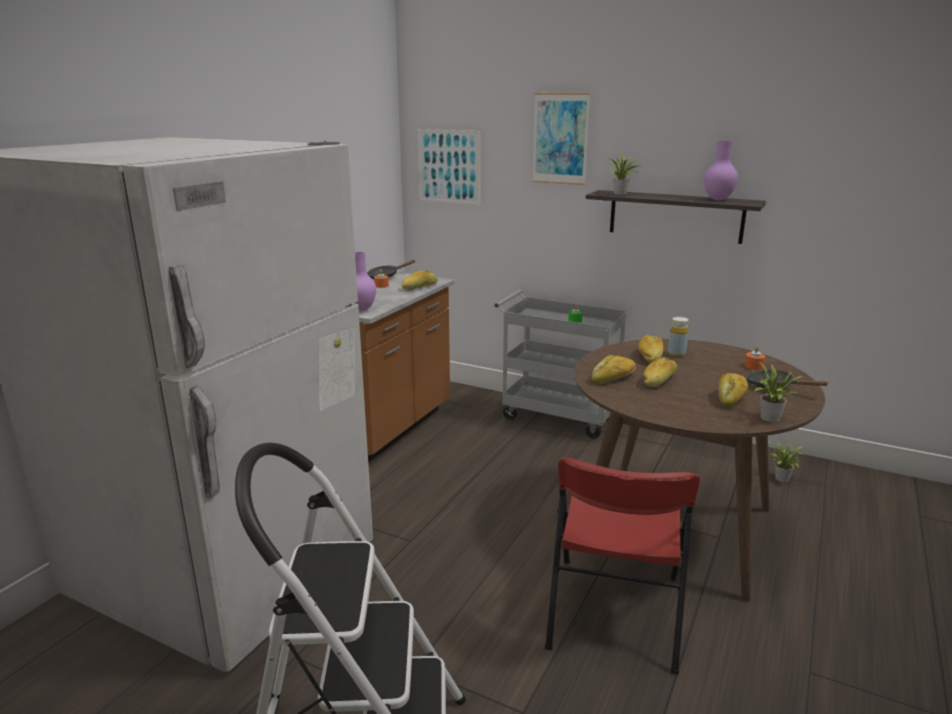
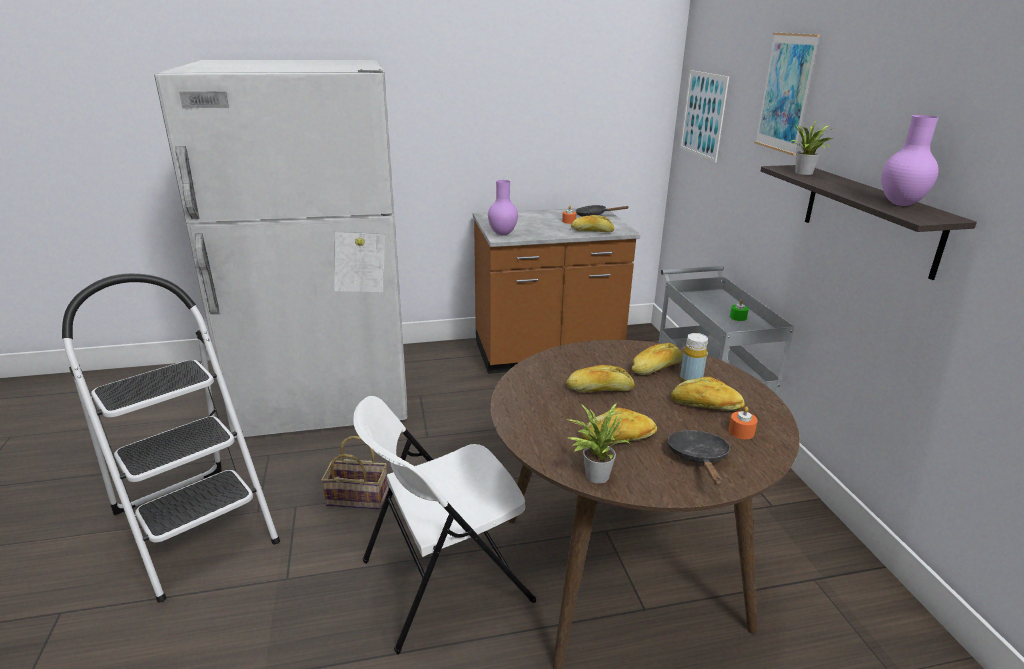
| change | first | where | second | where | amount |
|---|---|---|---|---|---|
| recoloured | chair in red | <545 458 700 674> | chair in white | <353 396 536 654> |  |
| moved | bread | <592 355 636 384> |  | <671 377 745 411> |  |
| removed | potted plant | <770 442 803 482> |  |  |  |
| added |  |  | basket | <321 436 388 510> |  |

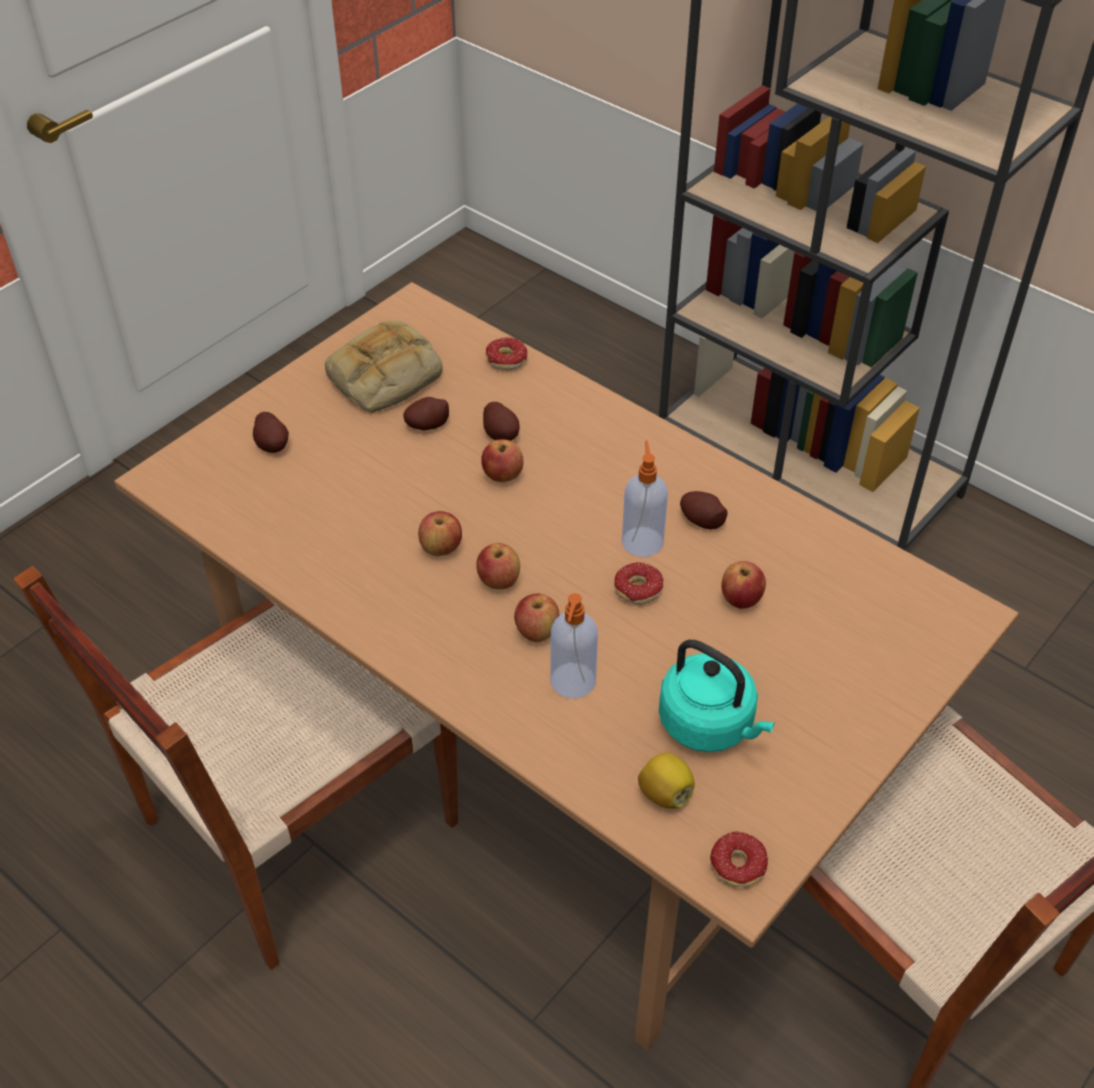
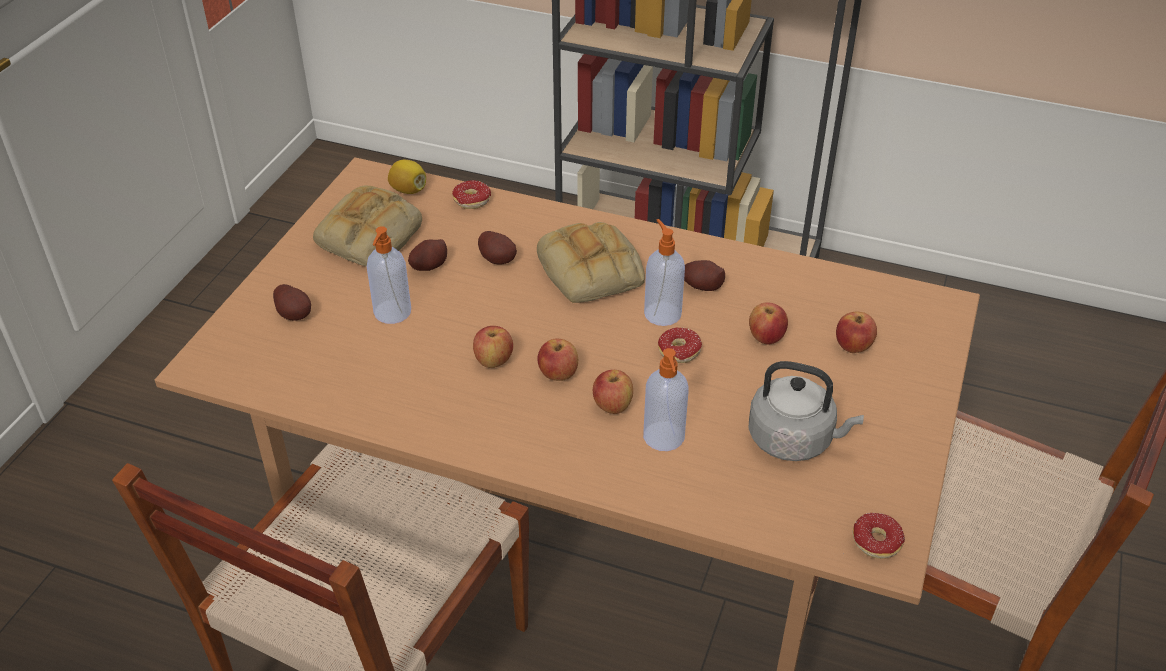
| change | first | where | second | where | amount |
|---|---|---|---|---|---|
| moved | apple | <481 439 524 482> |  | <836 311 877 353> |  |
| moved | lemon | <638 753 695 809> |  | <388 160 426 194> |  |
| recoloured | kettle in turquoise | <659 639 775 752> | kettle in grey | <748 361 864 461> |  |
| added |  |  | soap dispenser | <367 226 411 324> |  |
| added |  |  | bread | <537 222 645 304> |  |

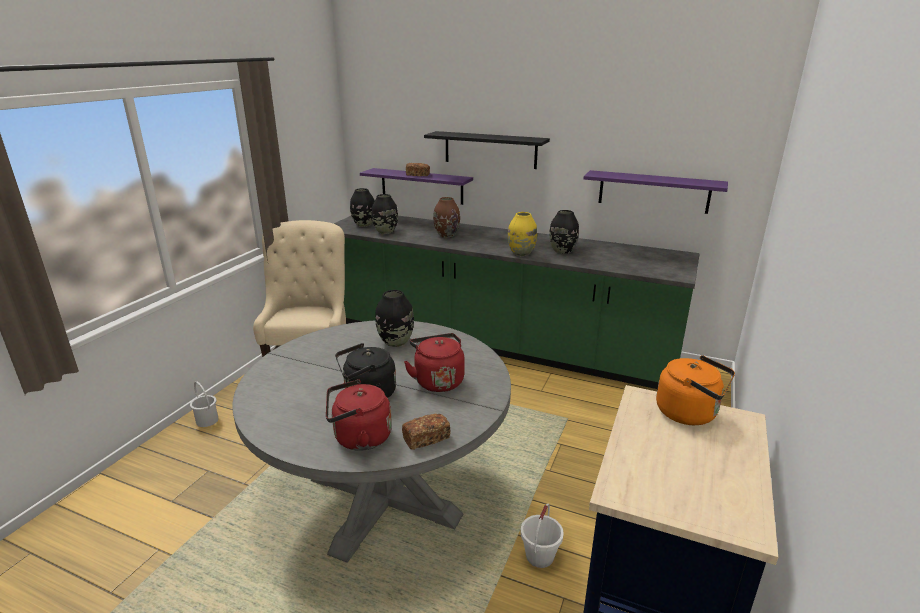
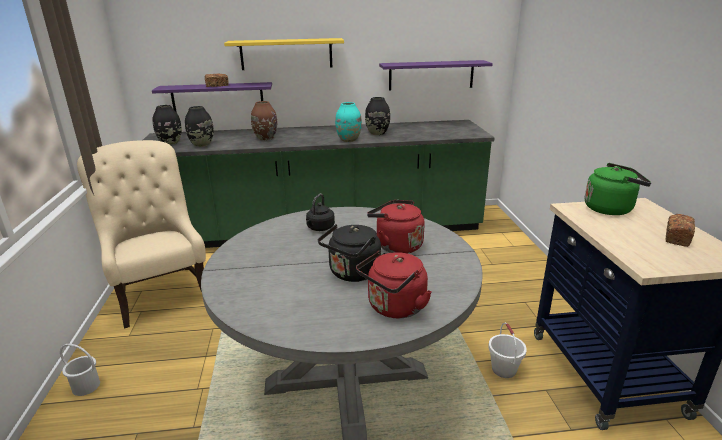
| change | first | where | second | where | amount |
|---|---|---|---|---|---|
| replaced | vase in black | <375 290 414 347> | kettle in black | <306 194 335 231> |  |
| moved | bread | <402 414 451 450> |  | <666 214 695 247> |  |
| recoloured | shelf in black | <424 131 550 169> | shelf in yellow | <224 38 344 70> |  |
| recoloured | vase in yellow | <508 212 537 256> | vase in turquoise | <335 102 362 142> |  |
| recoloured | kettle in orange | <656 355 735 425> | kettle in green | <585 163 651 215> |  |

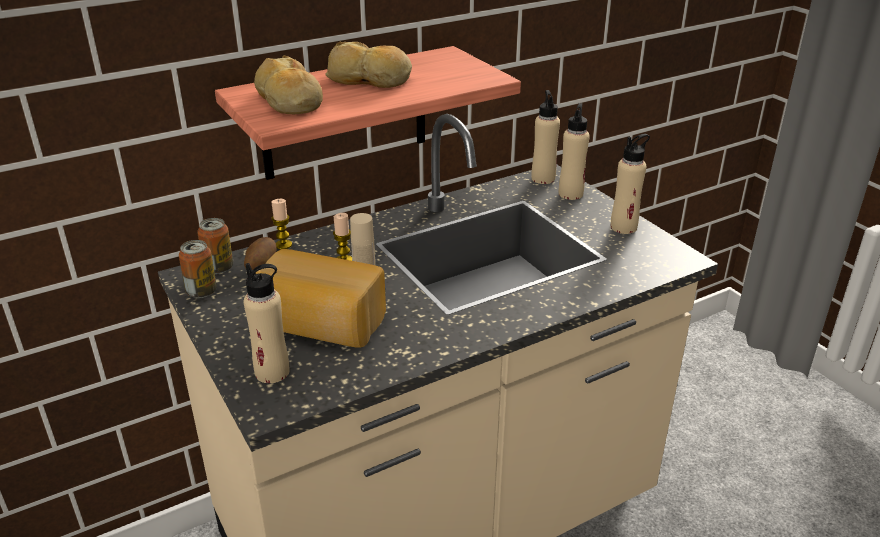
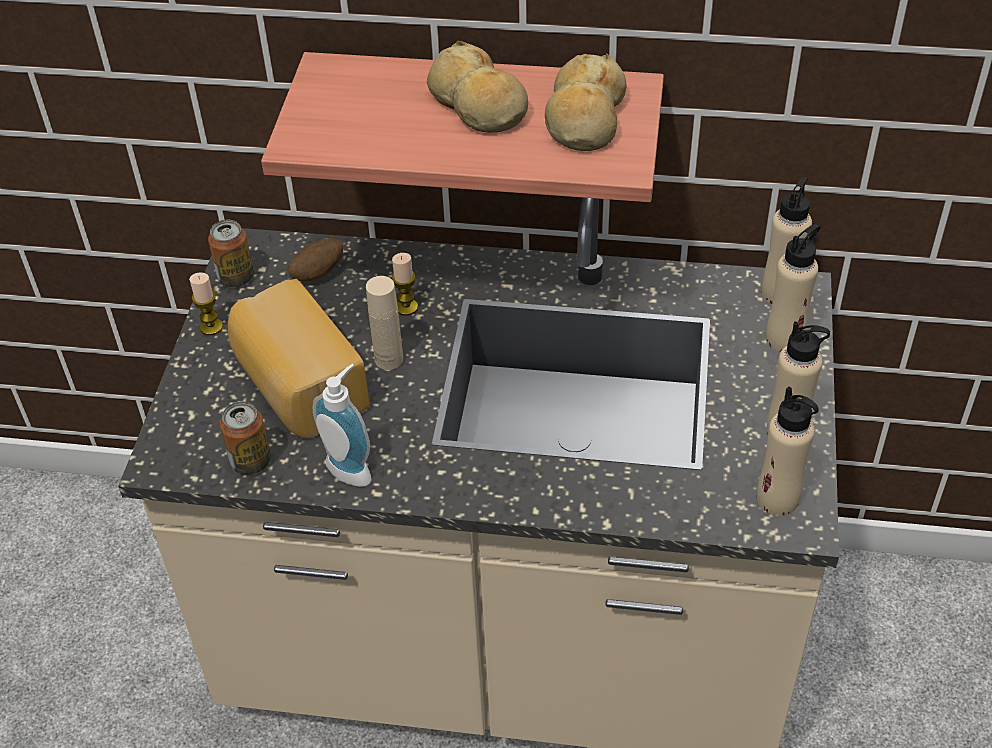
| change | first | where | second | where | amount |
|---|---|---|---|---|---|
| moved | can | <197 218 233 274> |  | <220 402 271 475> |  |
| moved | bottle in beige | <244 263 289 383> |  | <757 387 819 515> |  |
| moved | bread | <254 55 323 114> |  | <545 53 627 151> |  |
| moved | candle | <271 199 292 249> |  | <189 273 223 335> |  |
| added |  |  | soap dispenser | <313 364 371 487> |  |

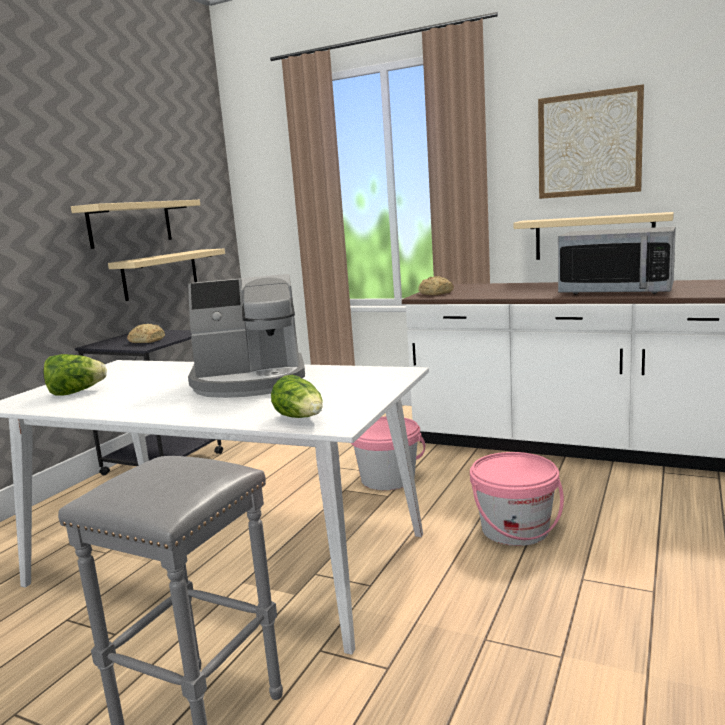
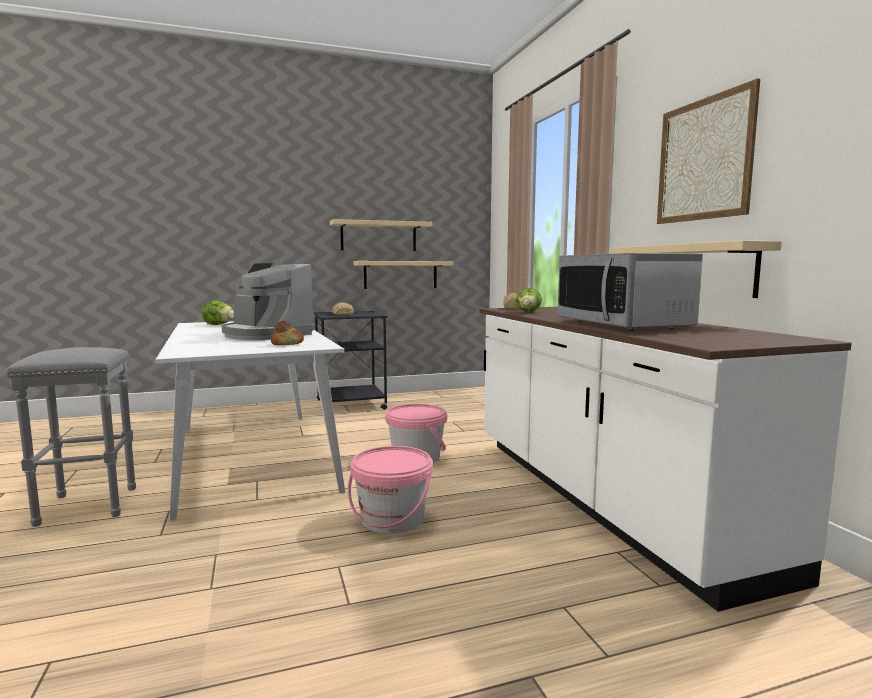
| change | first | where | second | where | amount |
|---|---|---|---|---|---|
| moved | lettuce | <271 375 323 418> |  | <516 288 542 312> |  |
| added |  |  | bread | <271 321 304 345> |  |

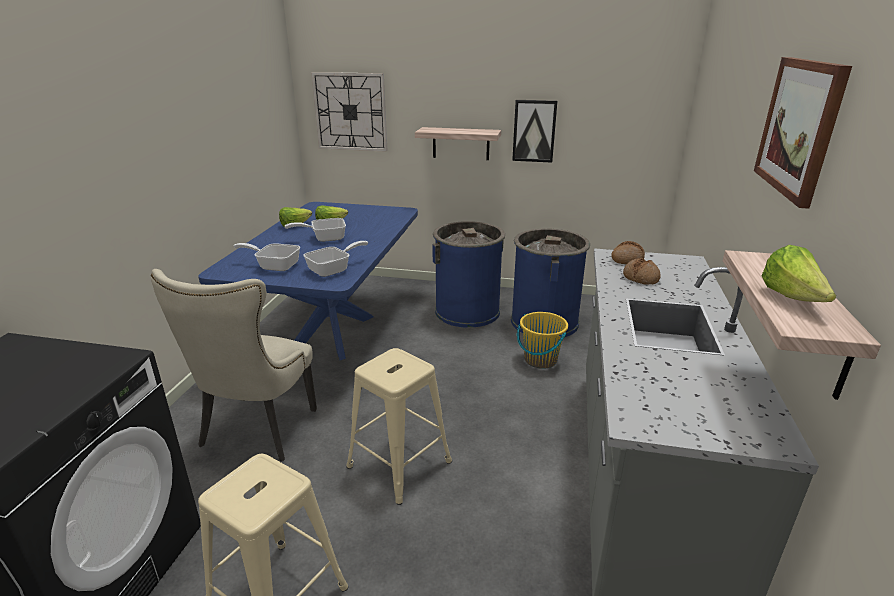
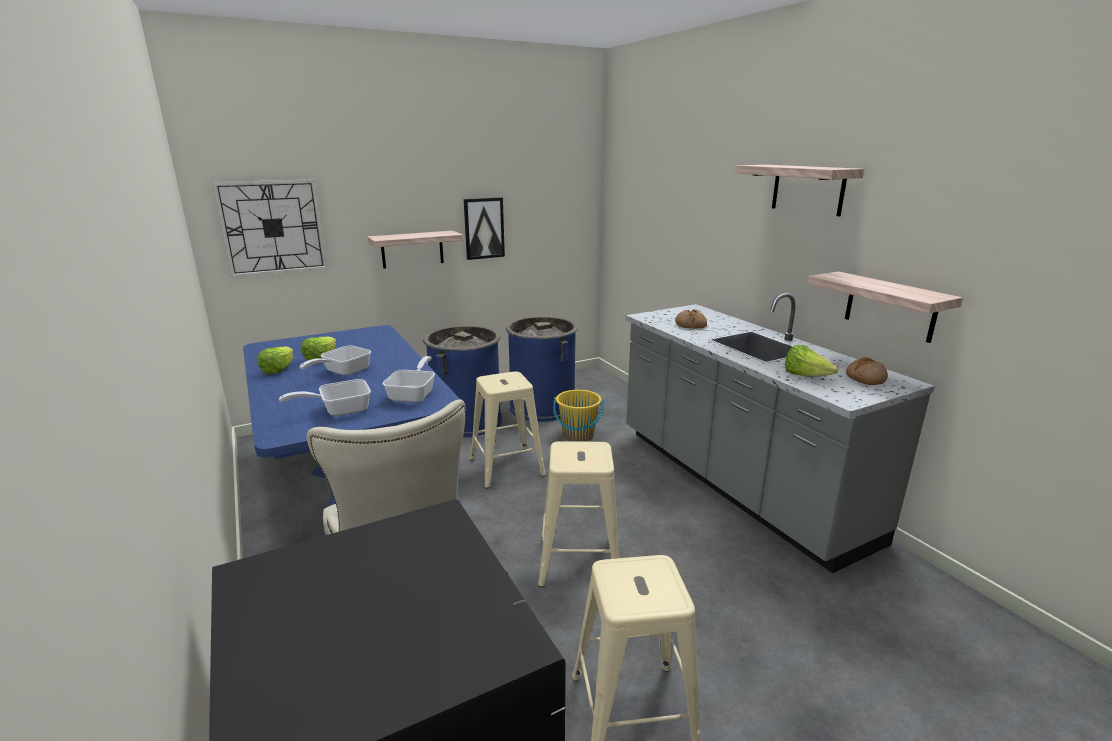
| change | first | where | second | where | amount |
|---|---|---|---|---|---|
| moved | bread | <611 241 645 265> |  | <846 357 888 385> |  |
| replaced | picture | <754 57 852 209> | shelf | <736 165 864 216> |  |
| moved | lettuce | <761 245 836 302> |  | <785 345 839 377> |  |
| added |  |  | stool in beige | <470 371 546 488> |  |

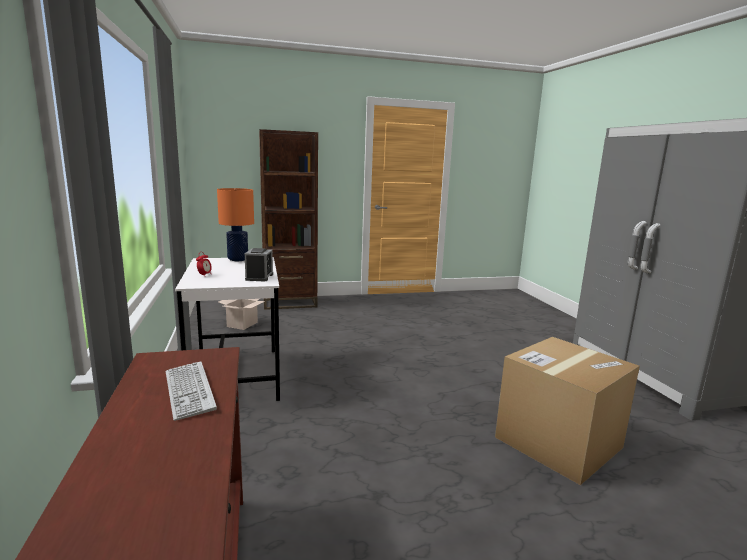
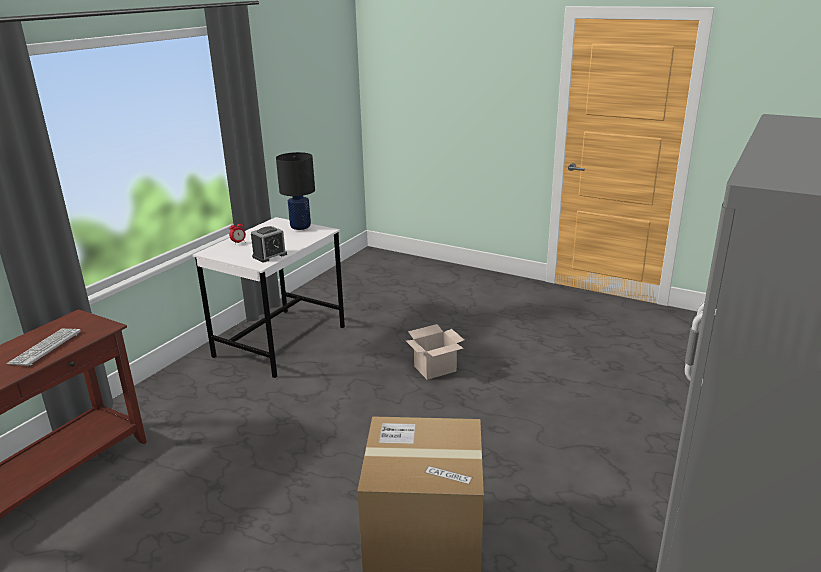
| change | first | where | second | where | amount |
|---|---|---|---|---|---|
| recoloured | table lamp in orange | <217 188 254 261> | table lamp in black | <276 152 315 230> |  |
| moved | cardboard box | <219 299 265 330> |  | <406 324 464 380> |  |
| removed | bookcase in brown | <259 129 318 310> |  |  |  |

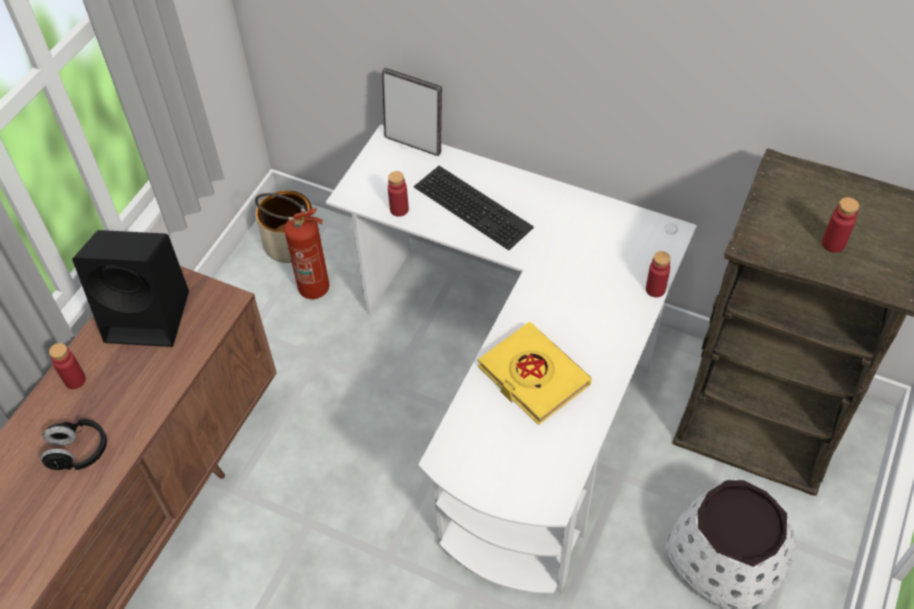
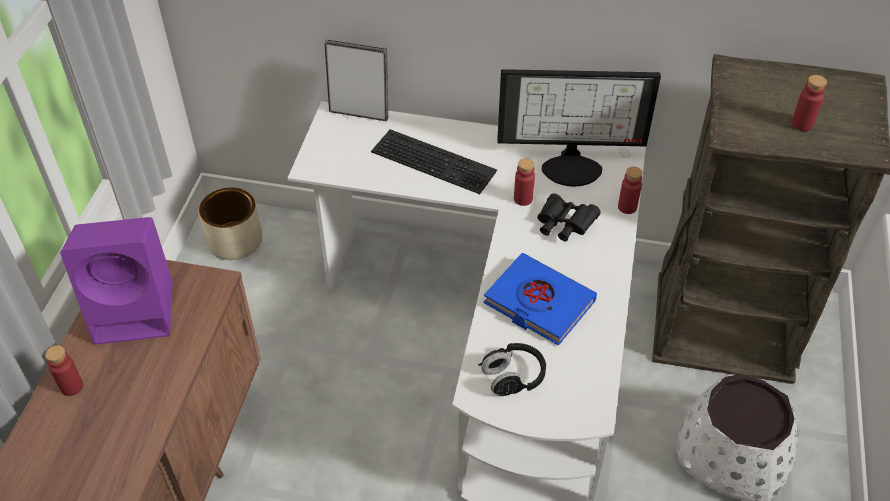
| change | first | where | second | where | amount |
|---|---|---|---|---|---|
| moved | headphones in black | <40 418 107 470> |  | <478 343 546 396> |  |
| recoloured | speaker in black | <72 230 189 347> | speaker in purple | <60 217 172 345> |  |
| removed | fire extinguisher | <255 193 329 299> |  |  |  |
| moved | bottle in red | <388 171 409 217> |  | <514 158 535 206> |  |
| recoloured | book in yellow | <478 322 591 425> | book in blue | <484 253 597 346> |  |
| added |  |  | monitor | <497 69 661 187> |  |
| added |  |  | binoculars in black | <537 193 601 241> |  |

